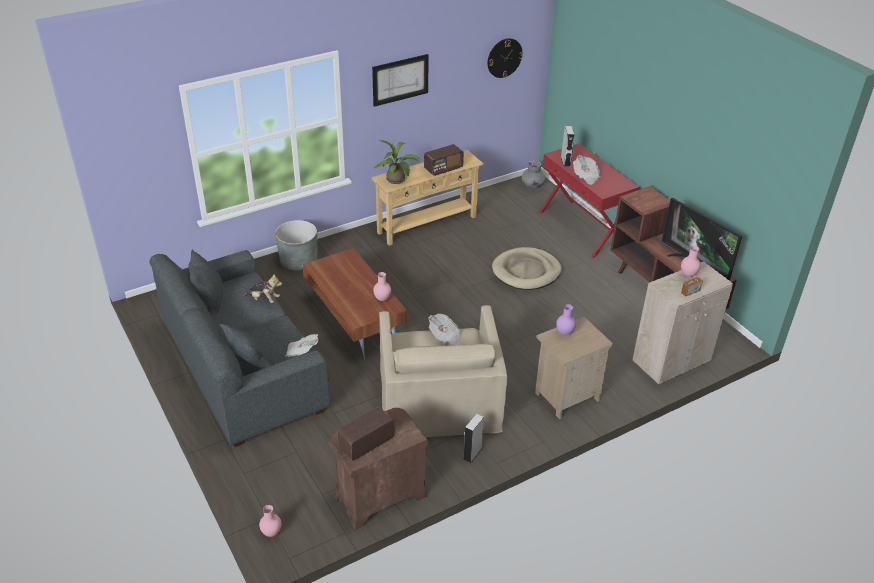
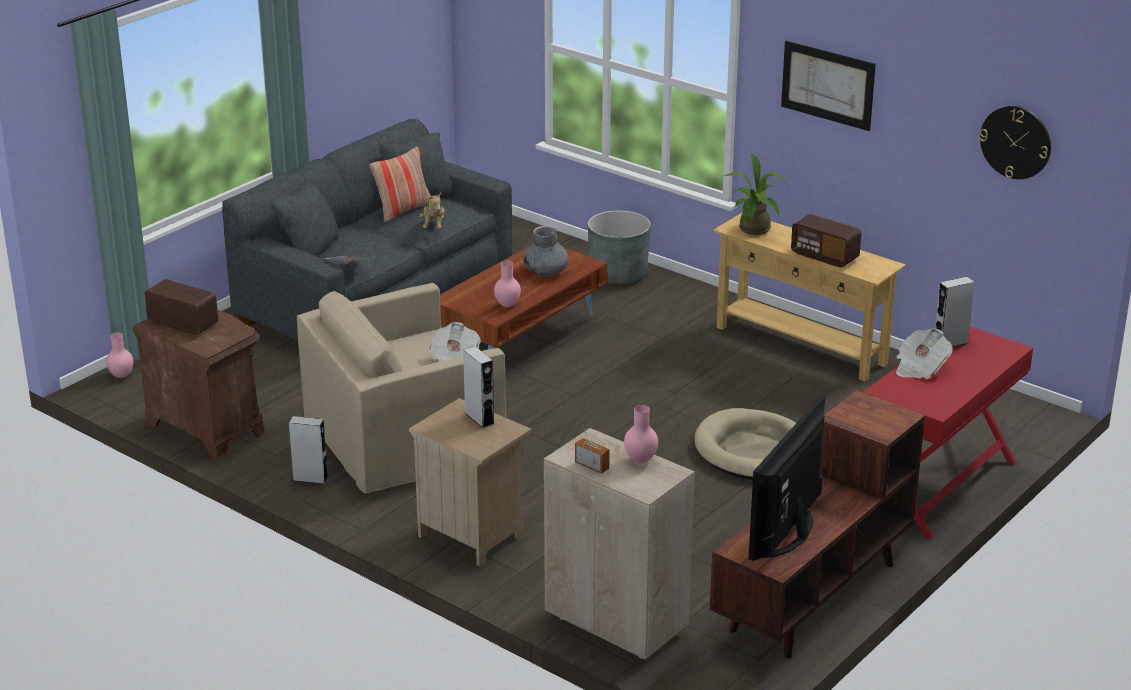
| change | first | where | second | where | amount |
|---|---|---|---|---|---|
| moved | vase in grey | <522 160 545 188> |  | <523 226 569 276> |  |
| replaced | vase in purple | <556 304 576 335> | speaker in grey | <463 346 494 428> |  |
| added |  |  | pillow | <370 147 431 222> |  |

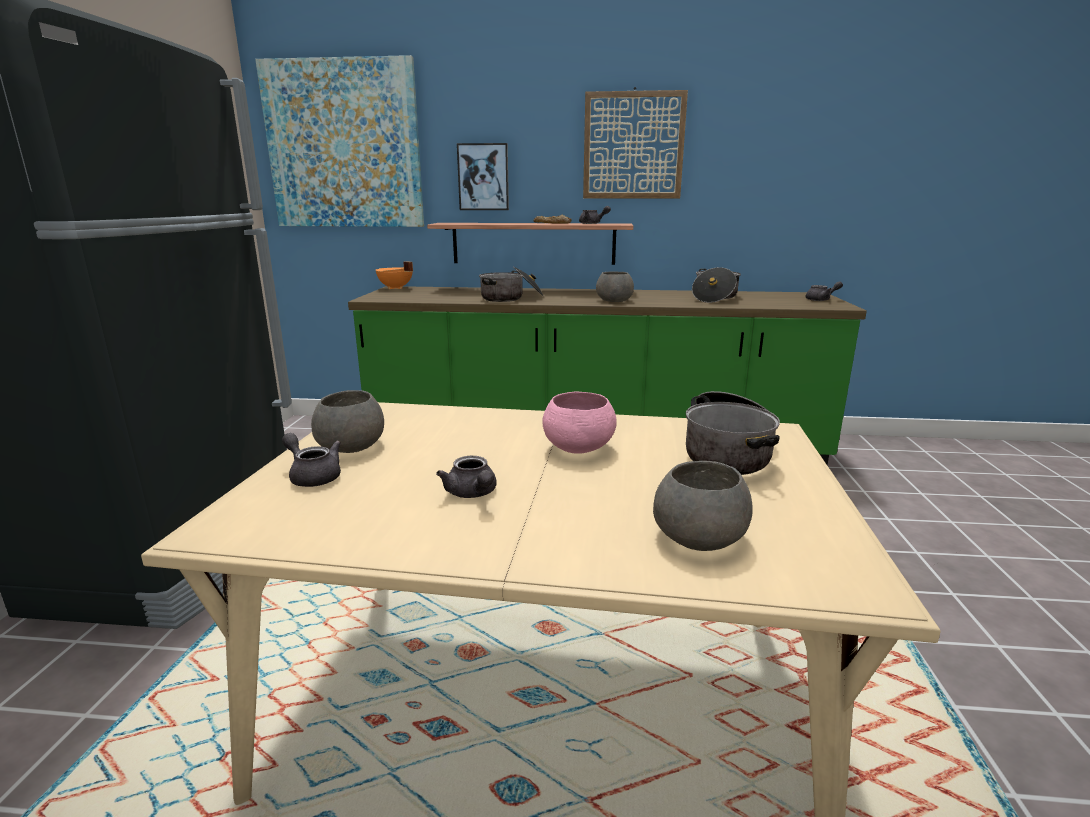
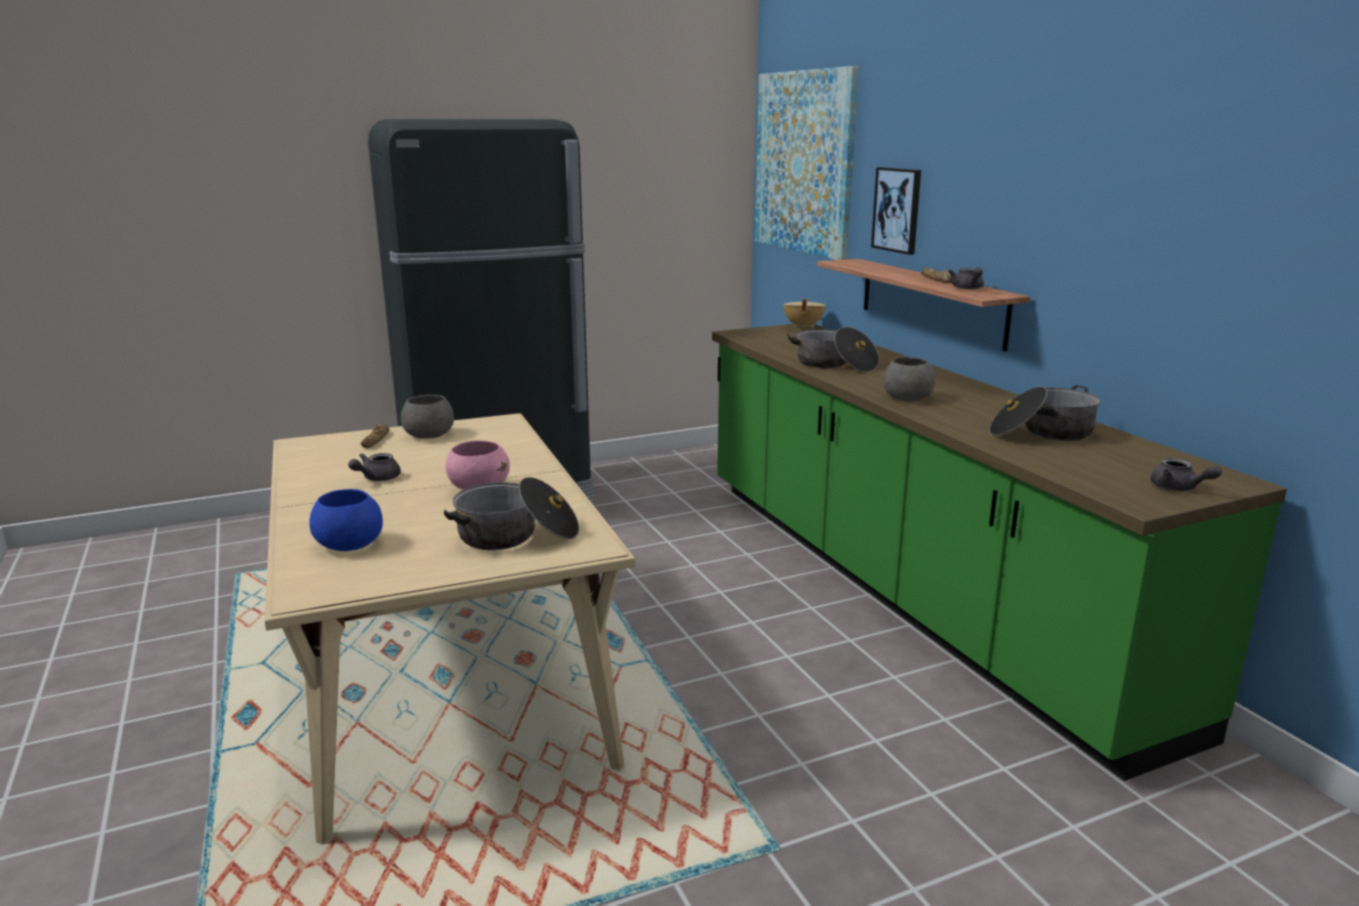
| change | first | where | second | where | amount |
|---|---|---|---|---|---|
| replaced | teapot in grey | <282 433 341 487> | bread | <361 424 389 448> |  |
| recoloured | cooking pot in orange | <375 261 413 289> | cooking pot in beige | <783 299 826 329> |  |
| removed | picture | <583 87 688 198> |  |  |  |
| recoloured | bowl in grey | <653 461 753 551> | bowl in blue | <309 489 383 551> |  |

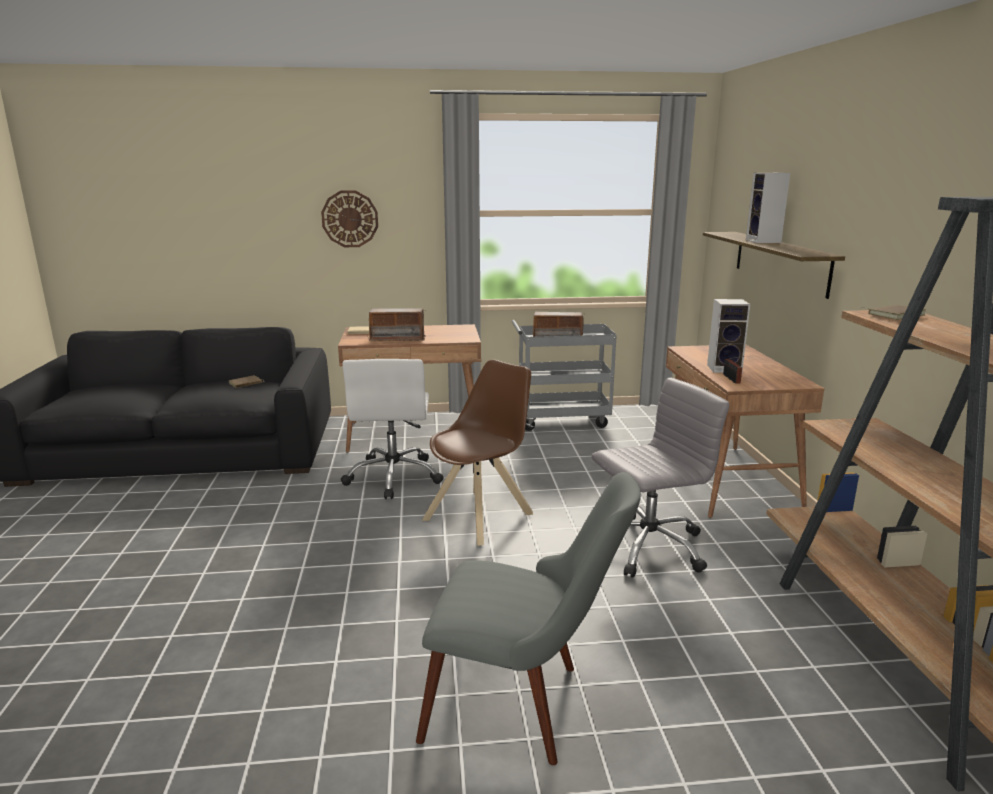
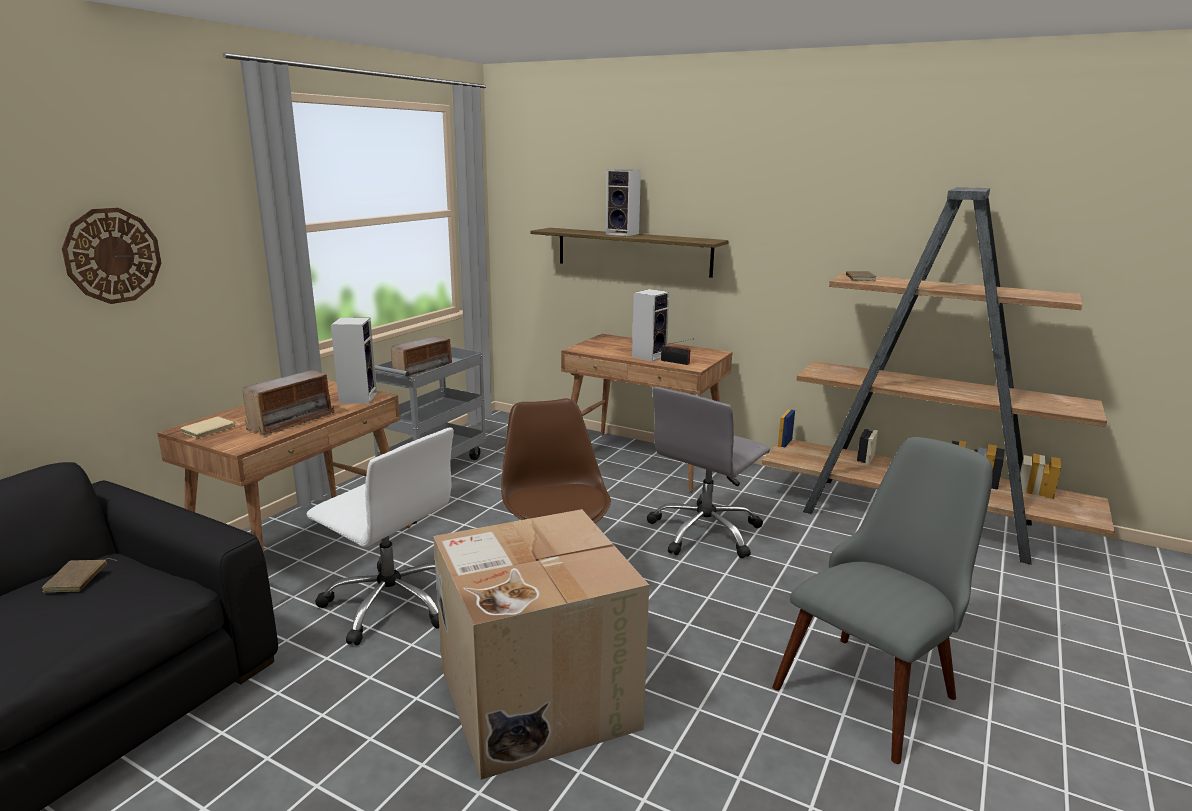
| change | first | where | second | where | amount |
|---|---|---|---|---|---|
| turned | office chair in grey | <592 378 729 578> |  | <647 387 770 558> | 150 degrees counterclockwise |
| added |  |  | speaker | <331 317 377 403> |  |
| added |  |  | cardboard box | <433 509 649 780> |  |

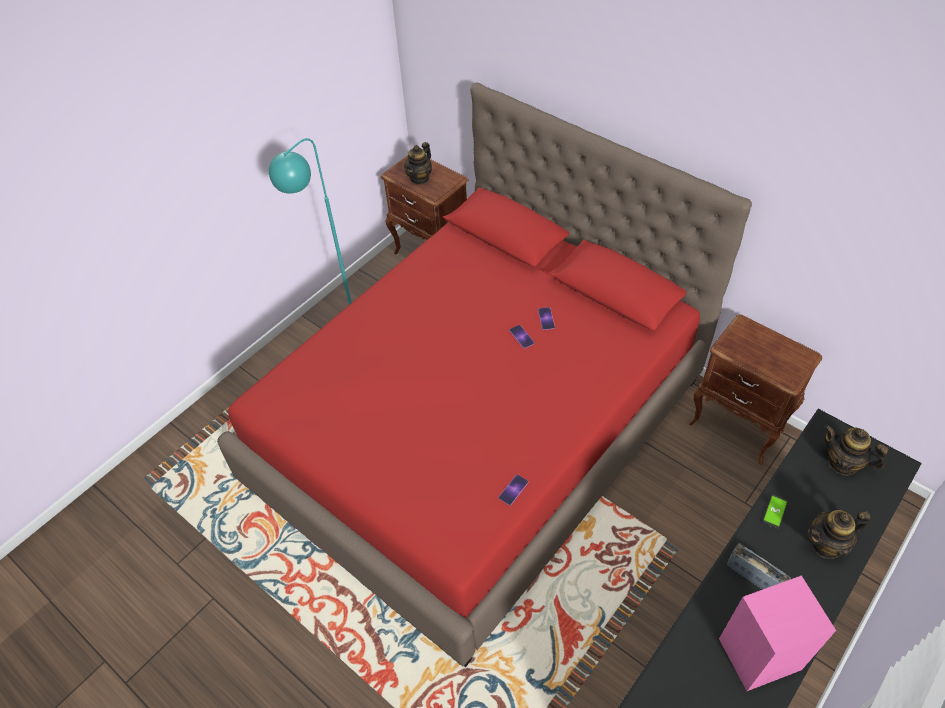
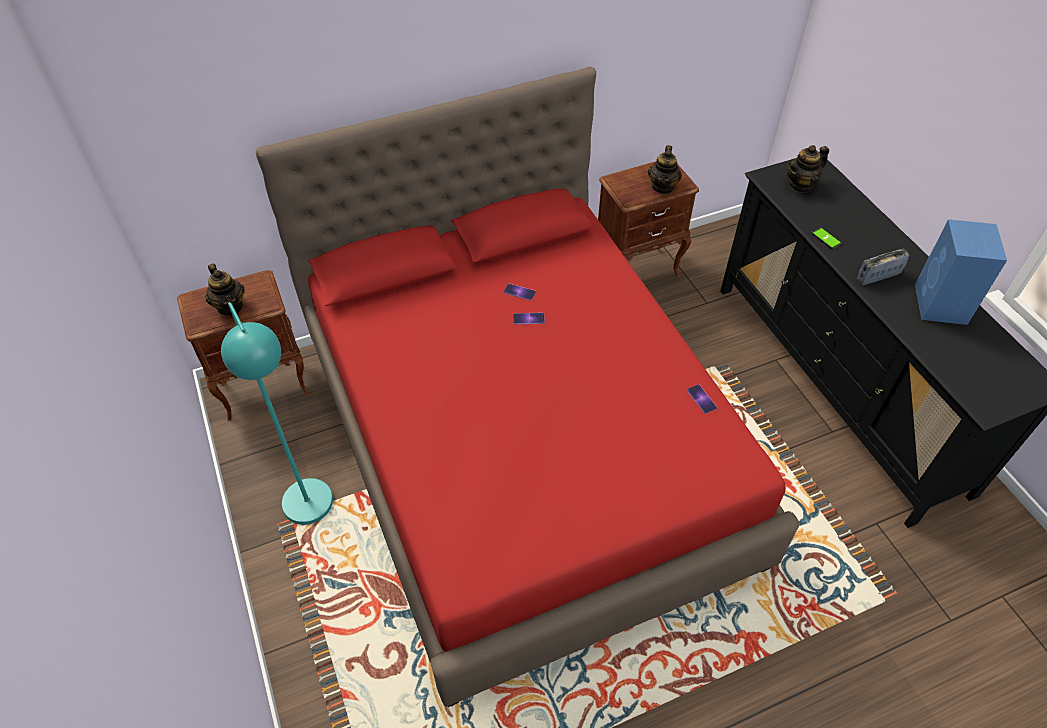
| change | first | where | second | where | amount |
|---|---|---|---|---|---|
| recoloured | speaker in pink | <719 575 836 691> | speaker in blue | <915 219 1007 325> |  |
| moved | teapot | <807 510 871 559> |  | <648 145 682 194> |  |

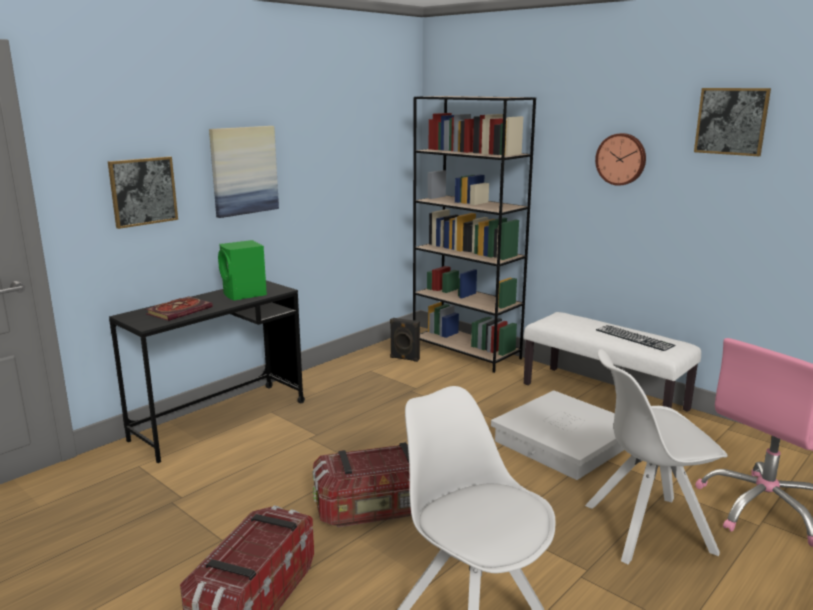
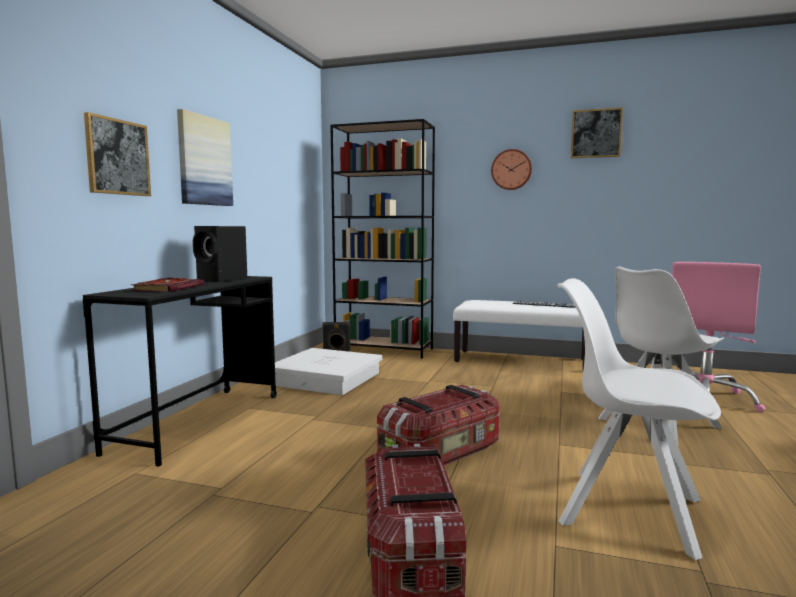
| change | first | where | second | where | amount |
|---|---|---|---|---|---|
| recoloured | speaker in green | <218 240 267 301> | speaker in black | <193 226 248 282> |  |
| moved | storage box in white | <491 390 624 480> |  | <270 348 382 395> |  |

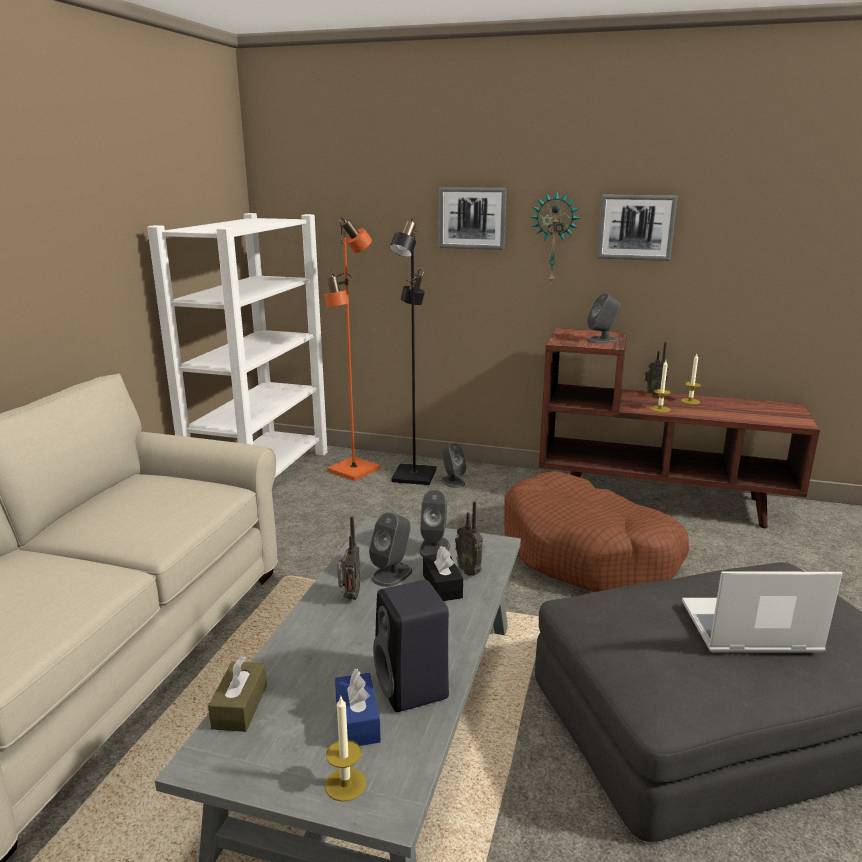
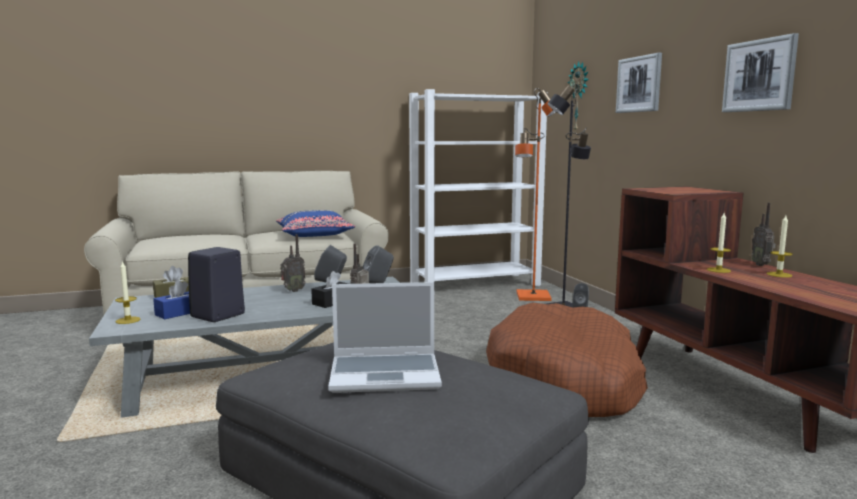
| change | first | where | second | where | amount |
|---|---|---|---|---|---|
| moved | wall clock | <531 192 580 284> |  | <568 61 589 132> |  |
| removed | speaker in grey | <586 293 621 343> |  |  |  |
| turned | laptop | <682 571 842 653> |  | <328 282 442 393> | 120 degrees clockwise |
| added |  |  | pillow in blue | <276 210 355 237> |  |

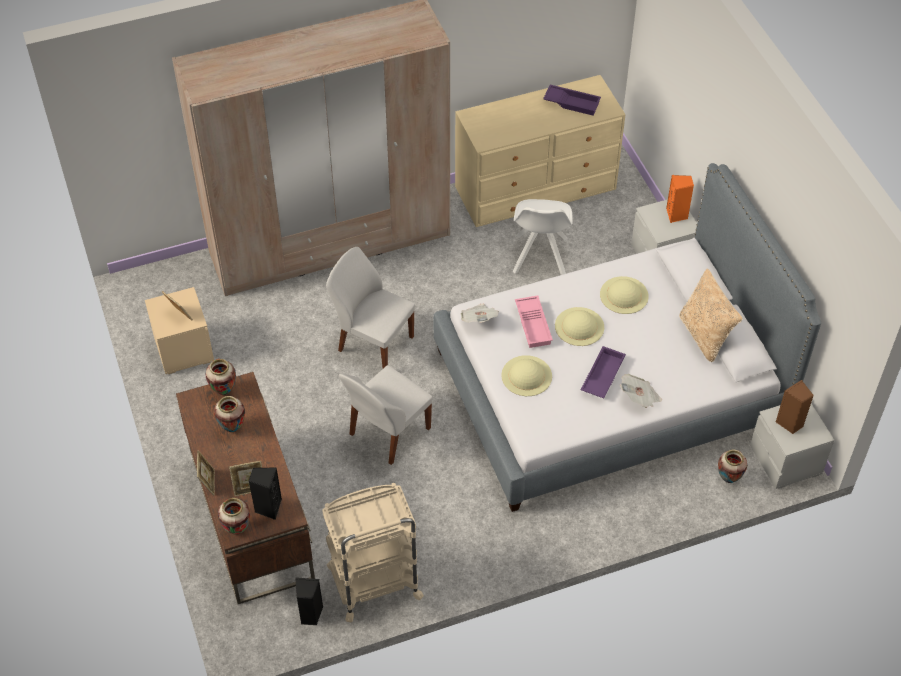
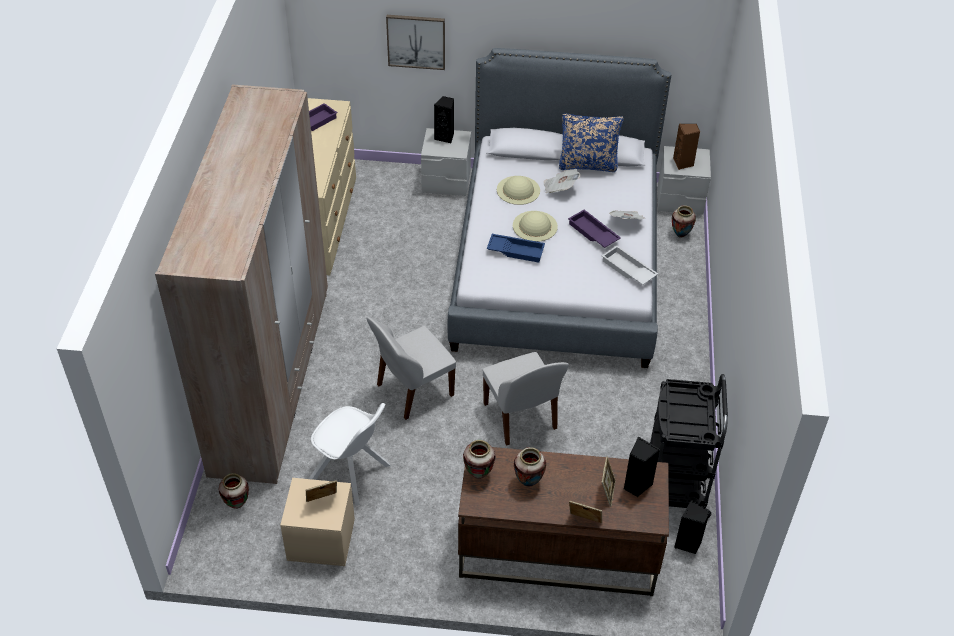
| change | first | where | second | where | amount |
|---|---|---|---|---|---|
| moved | vase | <218 498 250 535> |  | <219 473 249 509> |  |
| recoloured | cart in beige | <322 483 424 622> | cart in black | <650 374 728 518> |  |
| moved | newspaper | <461 304 499 323> |  | <544 169 580 193> |  |
| removed | hat in beige | <501 355 552 396> |  |  |  |
| moved | chair in white | <513 199 573 275> |  | <309 403 391 505> |  |
| recoloured | tray in pink | <515 296 553 348> | tray in blue | <487 234 545 263> |  |
| recoloured | speaker in orange | <666 175 694 223> | speaker in black | <434 96 454 143> |  |
| recoloured | pillow in beige | <679 268 742 362> | pillow in blue | <559 113 624 172> |  |
| added |  |  | picture | <386 15 445 70> |  |
| added |  |  | tray in white | <602 246 658 285> |  |

